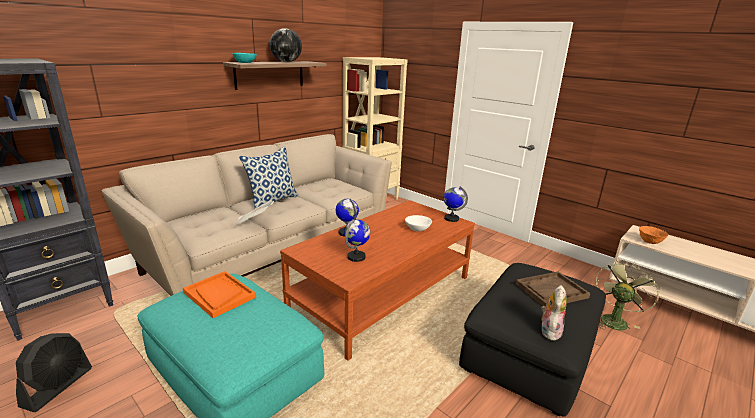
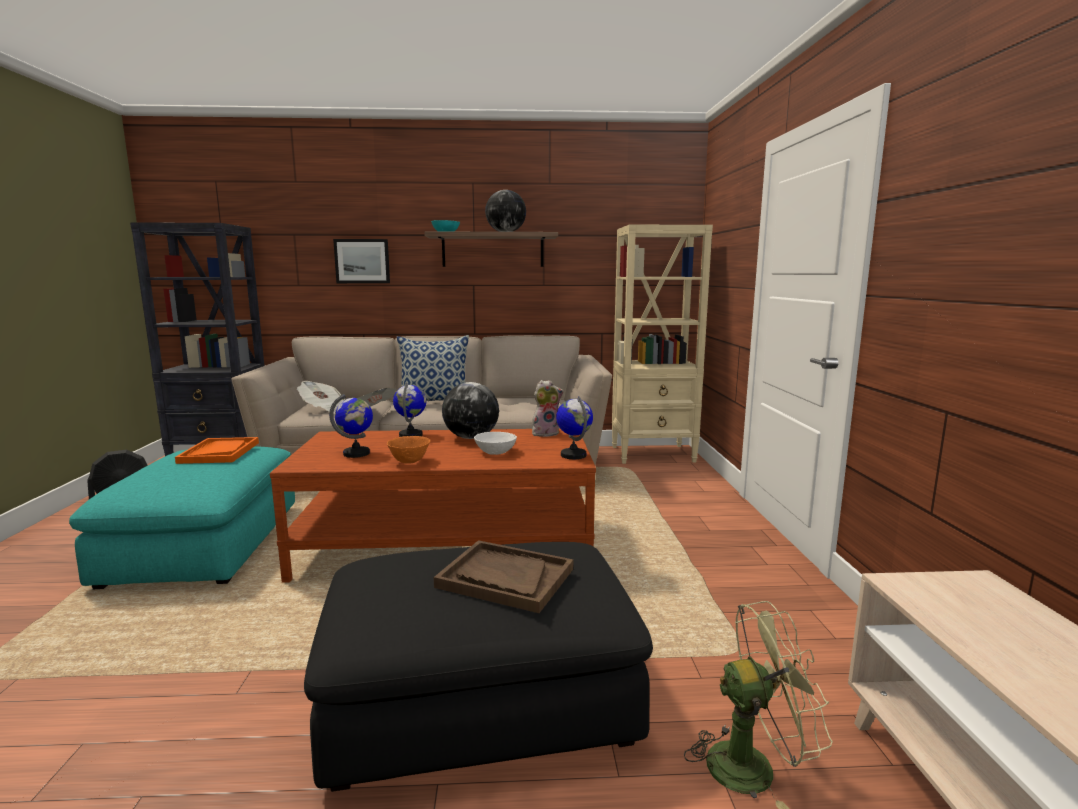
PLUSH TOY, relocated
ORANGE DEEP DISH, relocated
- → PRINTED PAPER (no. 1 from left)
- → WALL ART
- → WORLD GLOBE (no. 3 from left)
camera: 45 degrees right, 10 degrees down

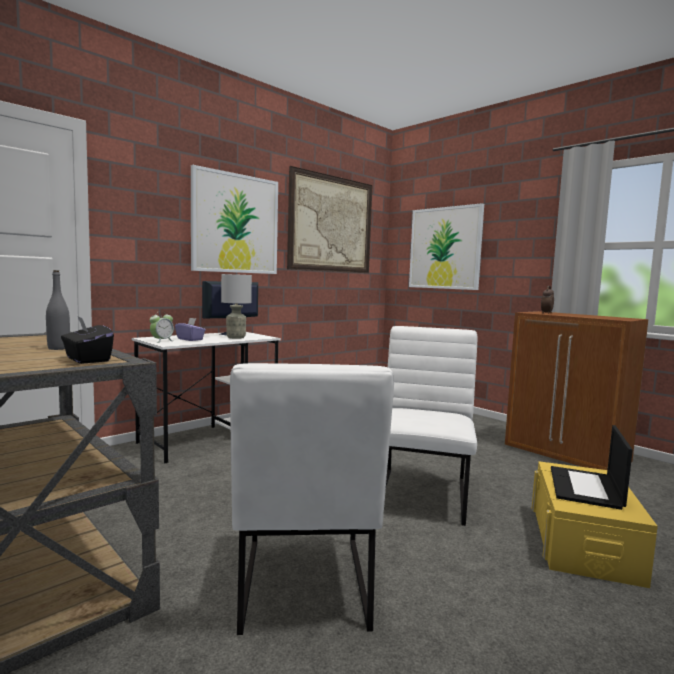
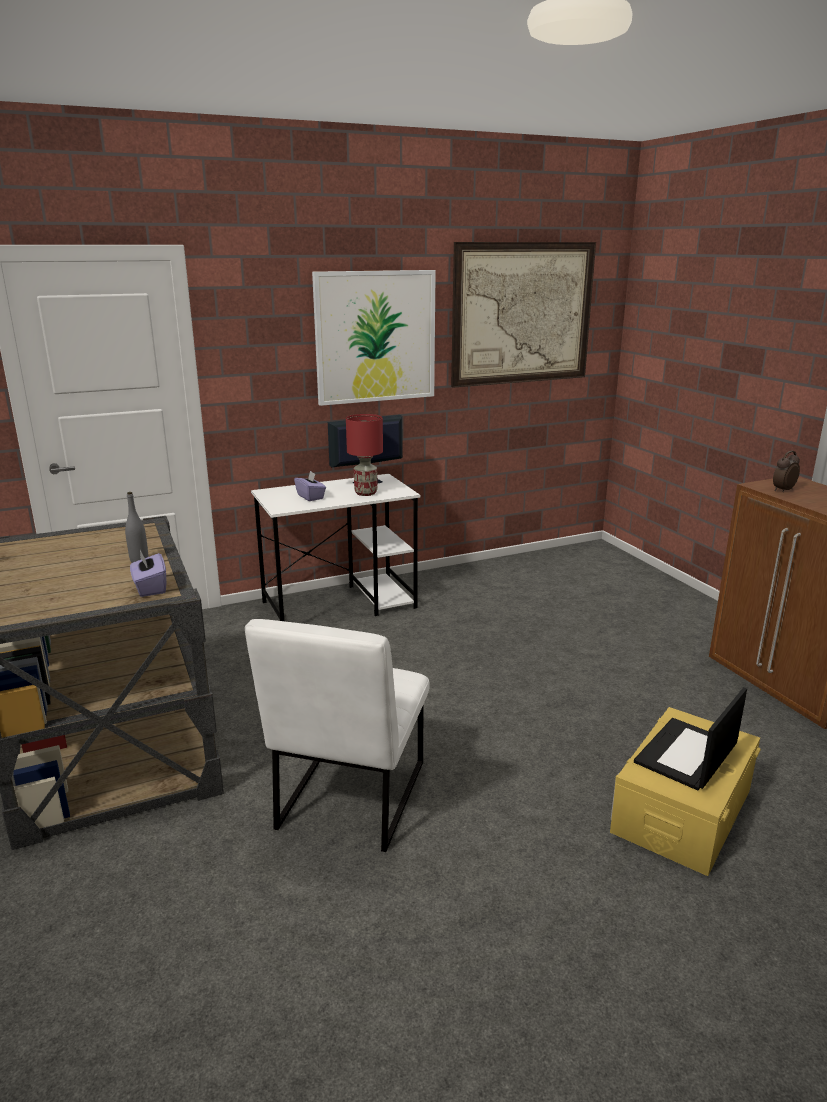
BLACK TISSUE HOLDER → PURPLE-COLOURED TISSUE HOLDER (no. 1 from left)
TABLE CLOCK (no. 1 from left) → -
GREY TABLE LAMP → RED TABLE LAMP
WHITE-COLOURED UPRIGHT CHAIR (no. 2 from left) → -
WALL ART (no. 3 from left) → -
camera: 20 degrees right, 15 degrees up

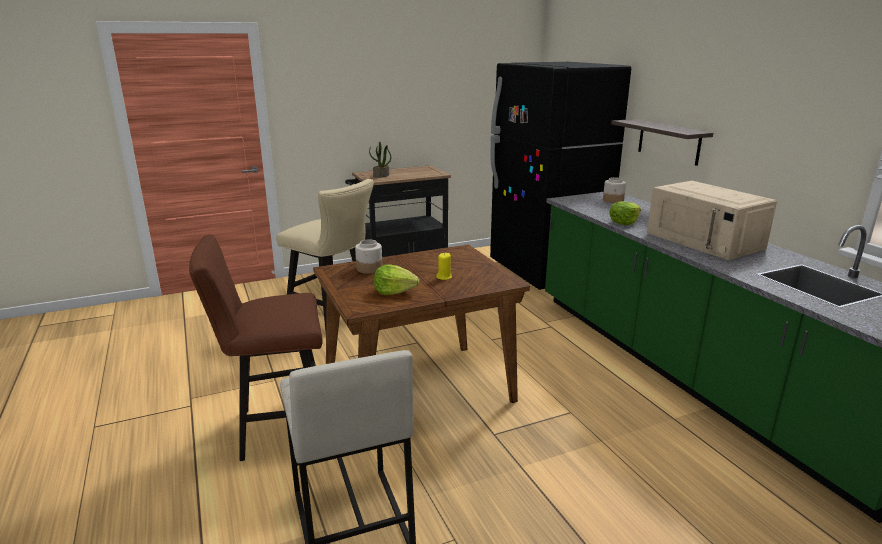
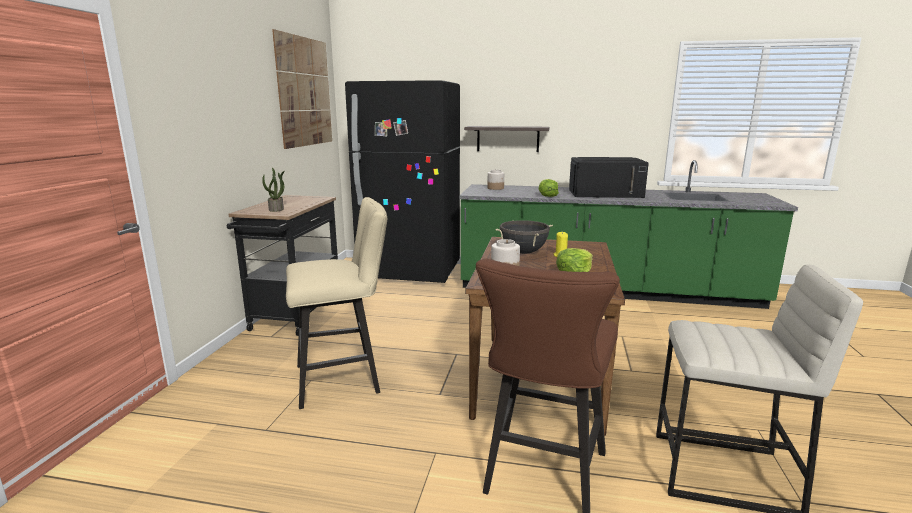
BEIGE MICROWAVE → BLACK MICROWAVE
- → WALL ART
- → BLACK SAUCEPOT
camera: 55 degrees left, 5 degrees down

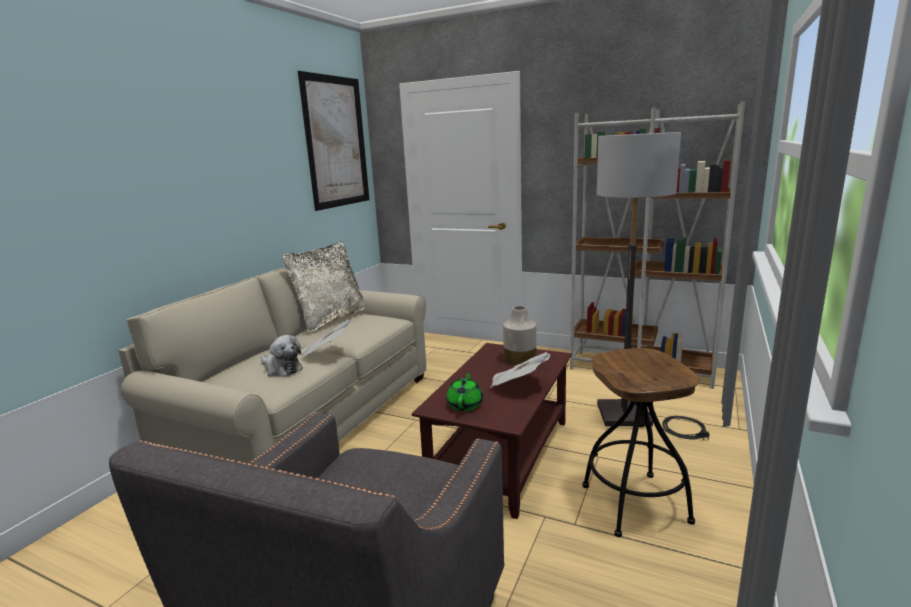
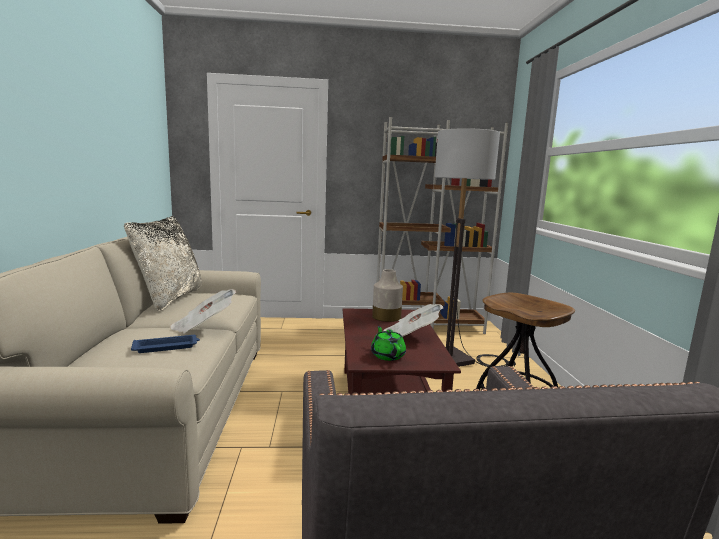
PLUSH TOY → BLUE TRAY
WALL ART → -
camera: 30 degrees left, 5 degrees down

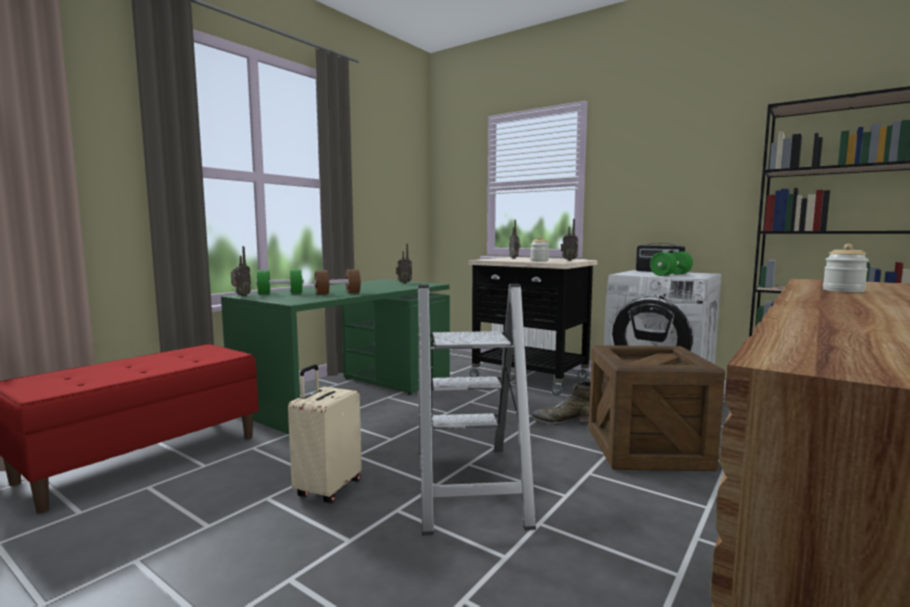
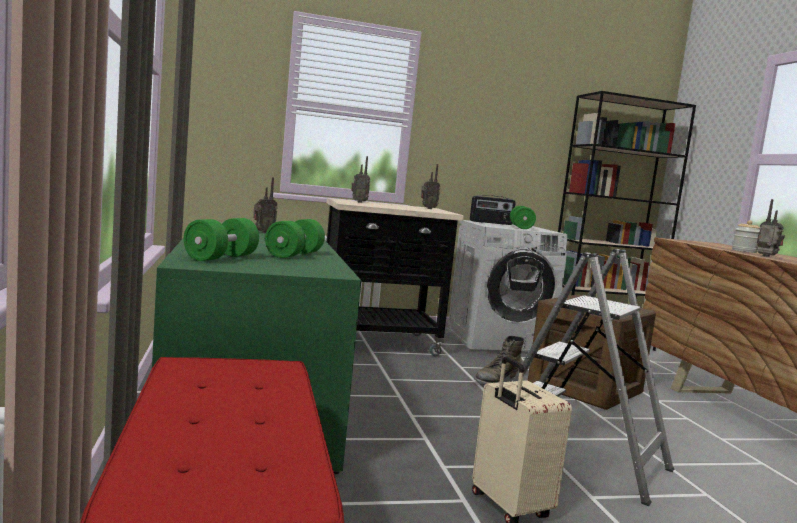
RADIO RECEIVER (no. 1 from left in the first image) → RADIO RECEIVER (no. 5 from left), relocated
BROWN HAND WEIGHT → GREEN-COLOURED HAND WEIGHT (no. 2 from left)
JAR (no. 1 from left) → -
camera: 50 degrees left, 0 degrees up

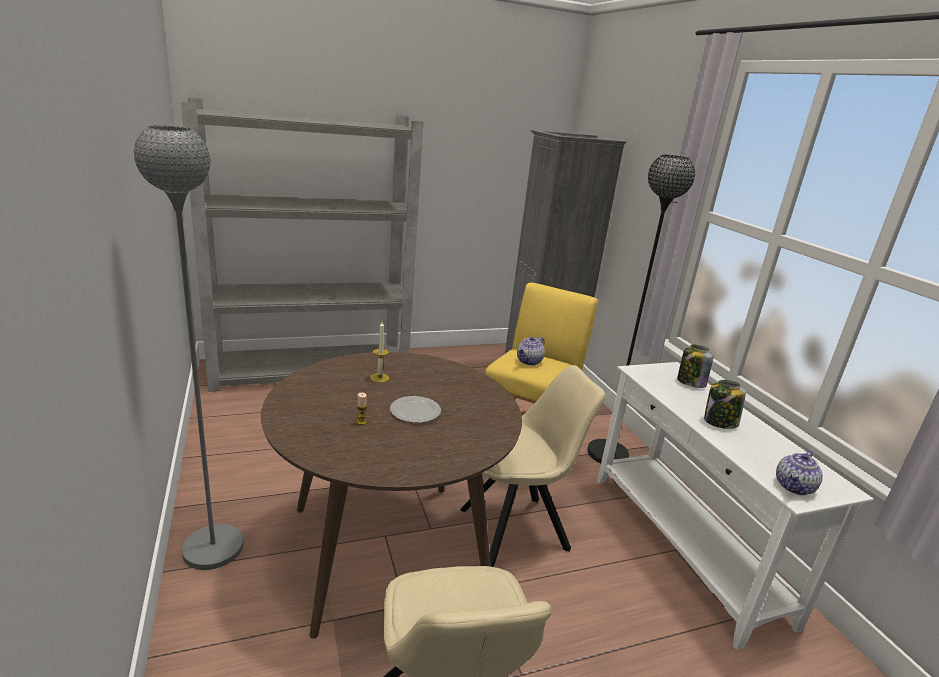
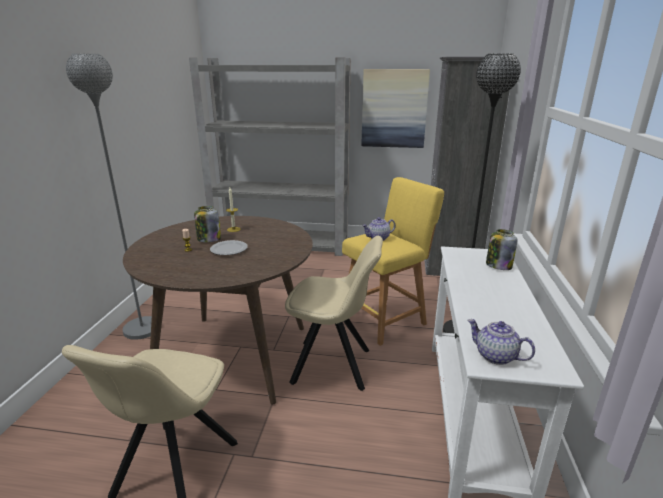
JAR (no. 2 from left in the first image) → JAR (no. 1 from left), relocated
POT FOR TEA (no. 2 from left), 60 degrees clockwise
- → WALL ART
camera: 30 degrees right, 0 degrees up

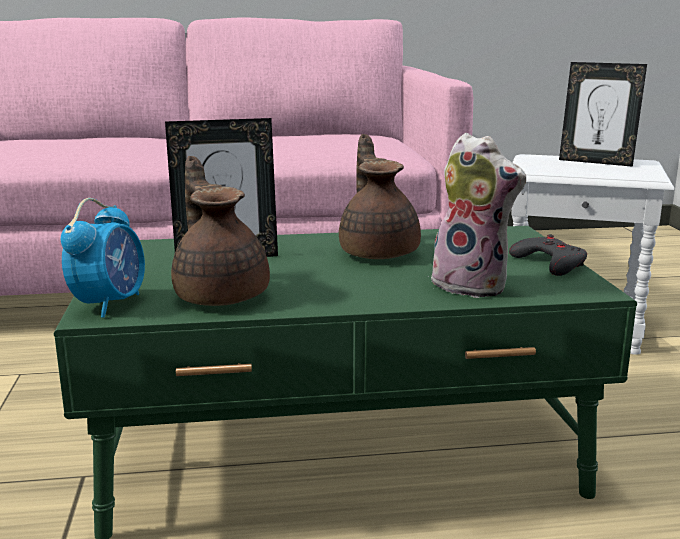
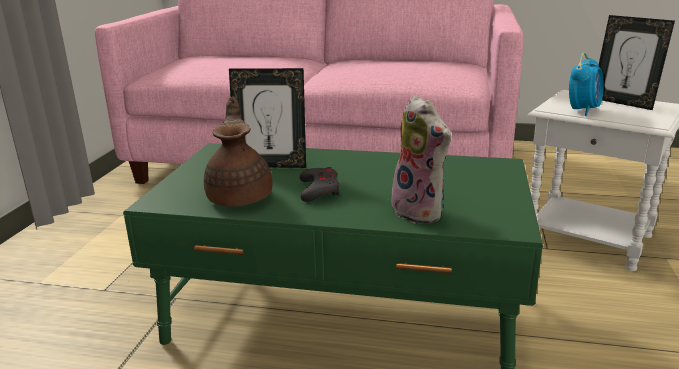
TABLE CLOCK, relocated
BROWN POT FOR TEA (no. 2 from left) → -
GREY GAMEPAD, relocated
camera: 20 degrees right, 5 degrees up

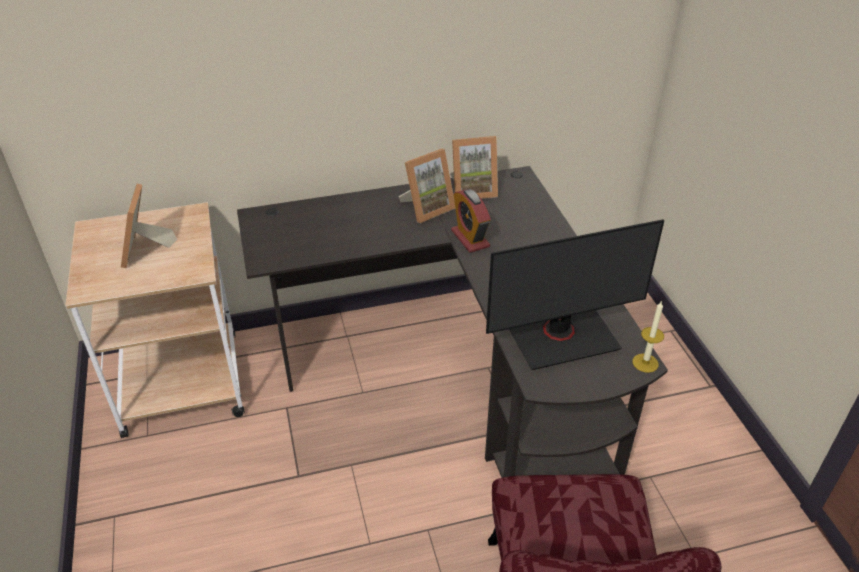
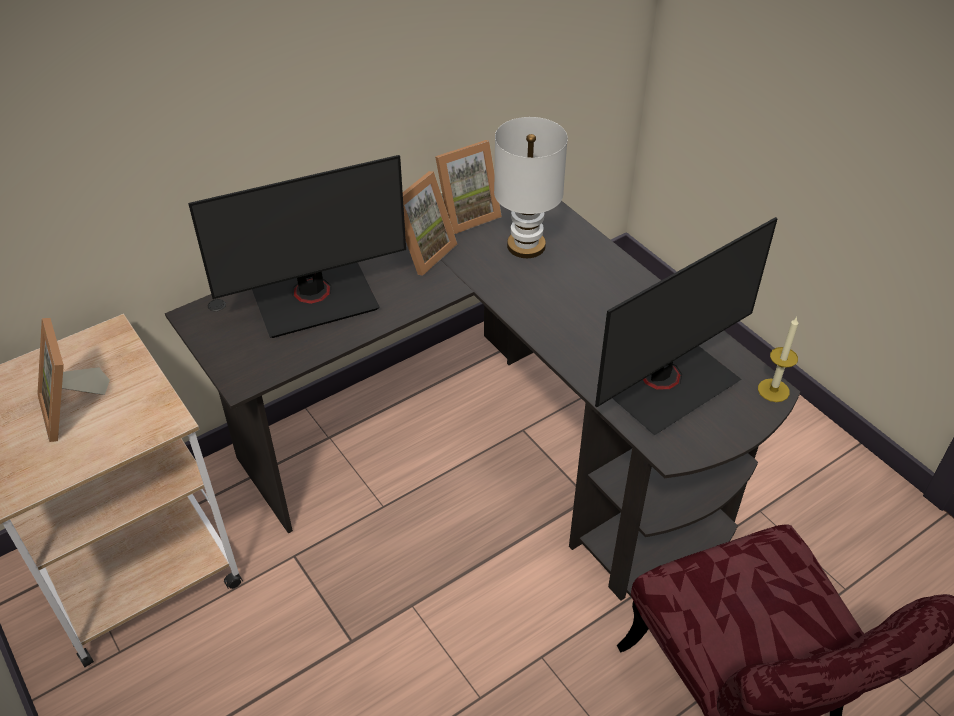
TABLE CLOCK → -
- → MONITOR (no. 1 from left)
- → WHITE-COLOURED TABLE LAMP
camera: 20 degrees left, 5 degrees up

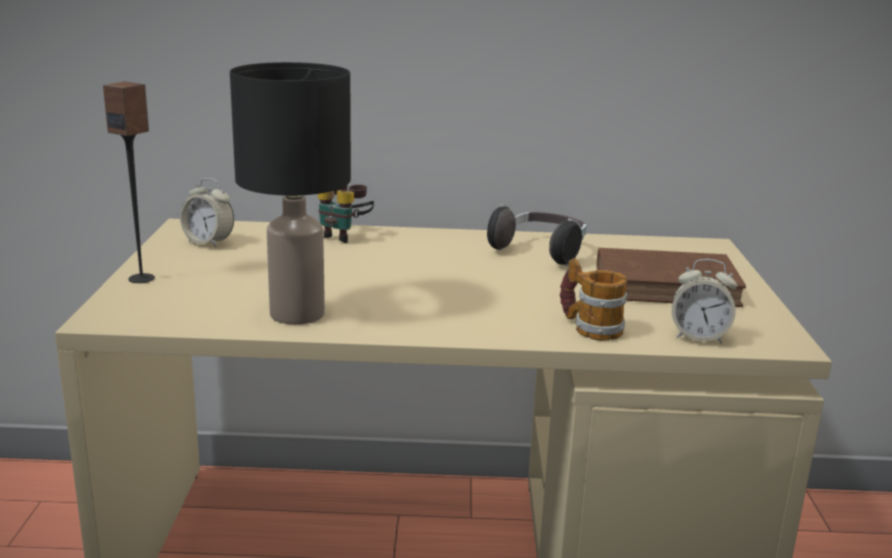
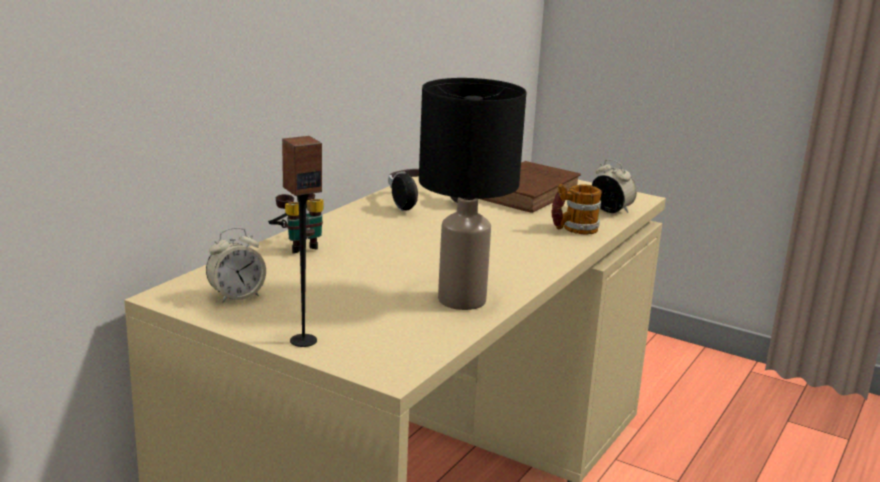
TABLE CLOCK (no. 2 from left), 90 degrees counterclockwise
camera: 60 degrees left, 0 degrees up

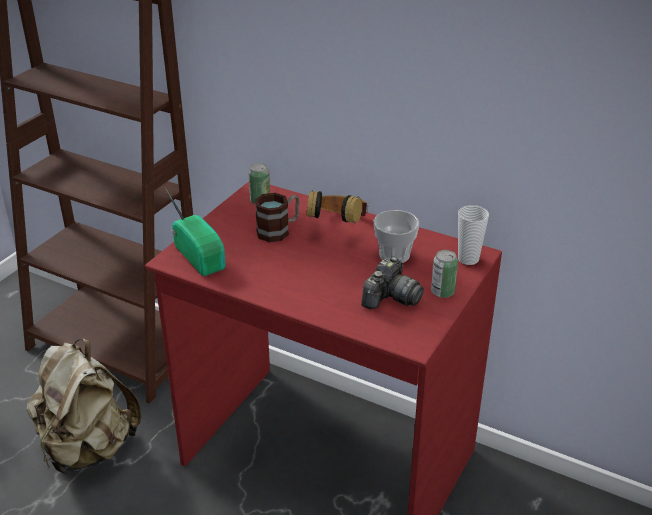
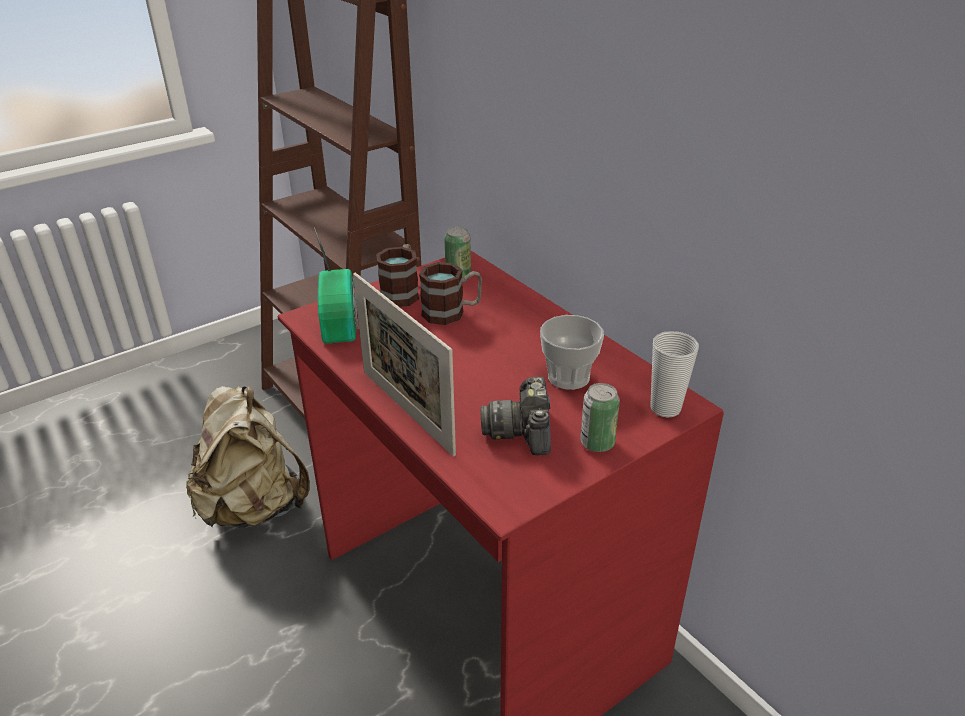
HEADSET → -
STILL CAMERA, 120 degrees clockwise
- → PHOTO FRAME
- → COFFEE MUG (no. 1 from left)
camera: 25 degrees right, 0 degrees up

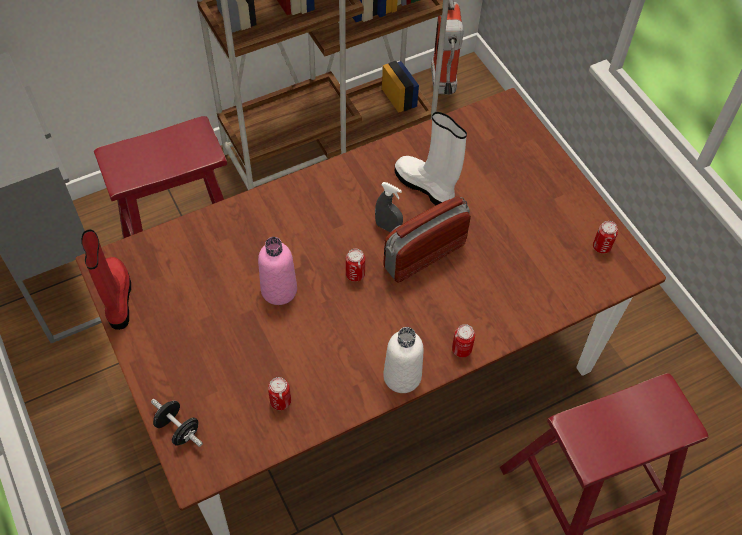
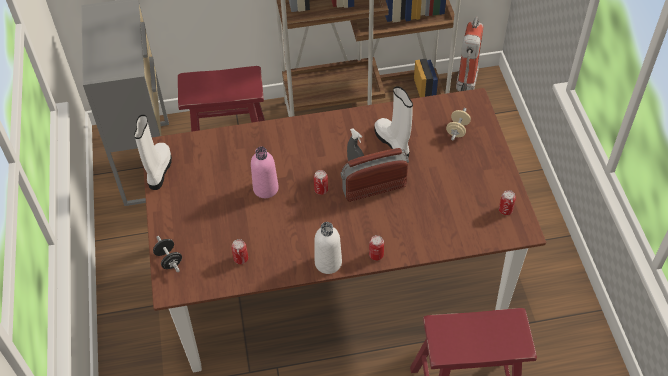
RED HIGH-TOP BOOT → WHITE-COLOURED HIGH-TOP BOOT (no. 1 from left)
- → BEIGE HAND WEIGHT
camera: 20 degrees right, 5 degrees down

